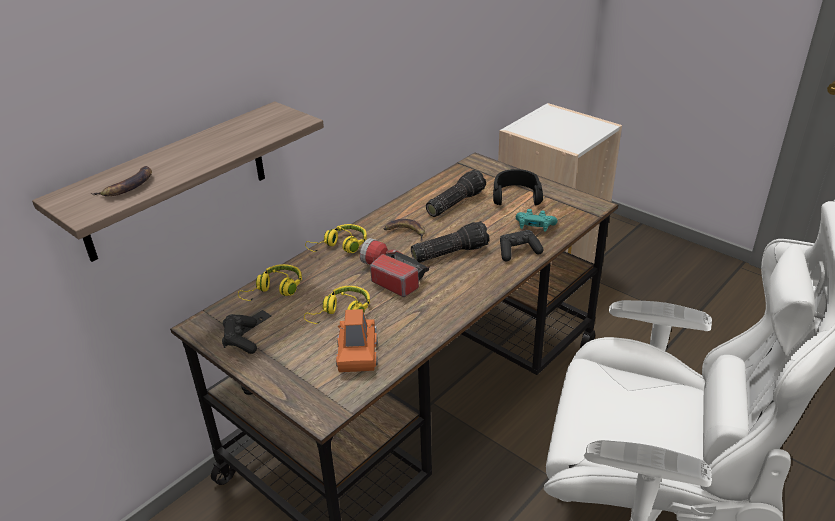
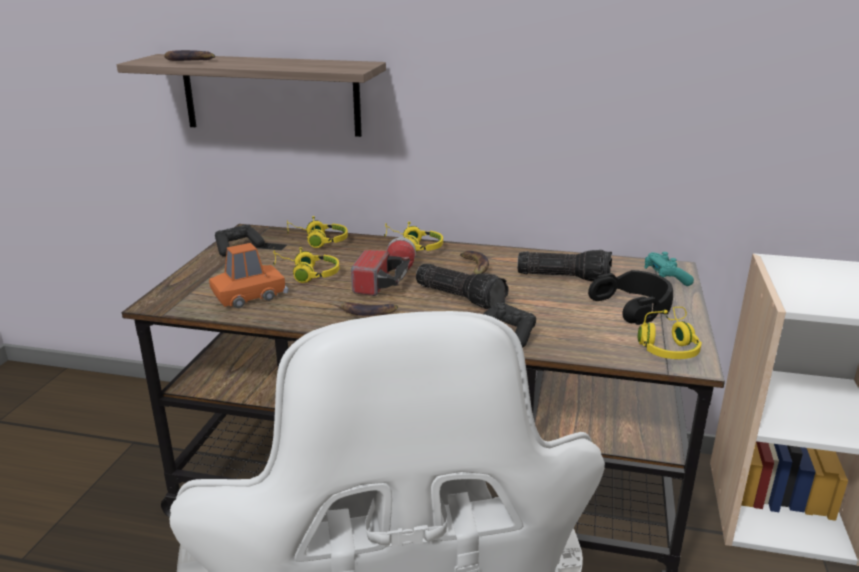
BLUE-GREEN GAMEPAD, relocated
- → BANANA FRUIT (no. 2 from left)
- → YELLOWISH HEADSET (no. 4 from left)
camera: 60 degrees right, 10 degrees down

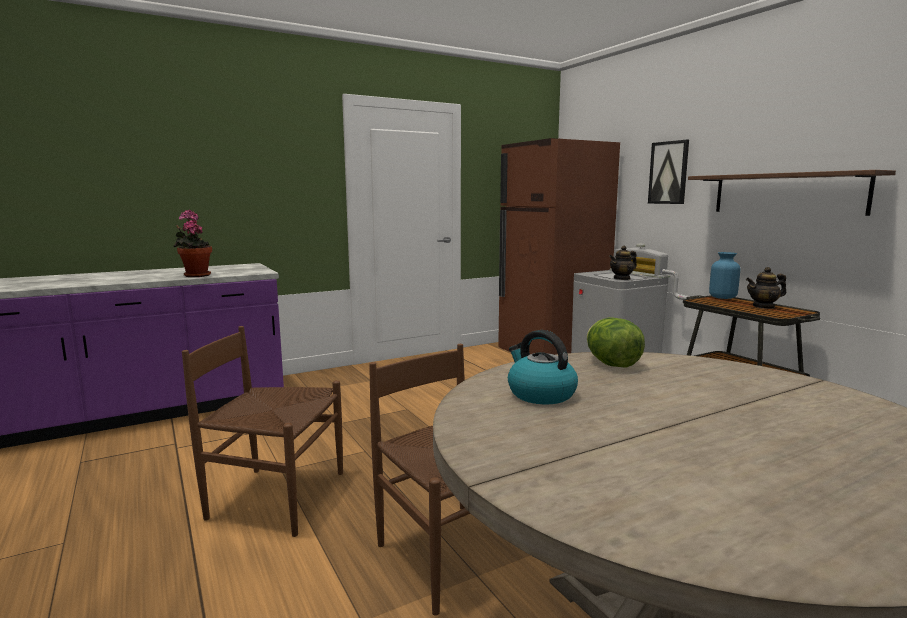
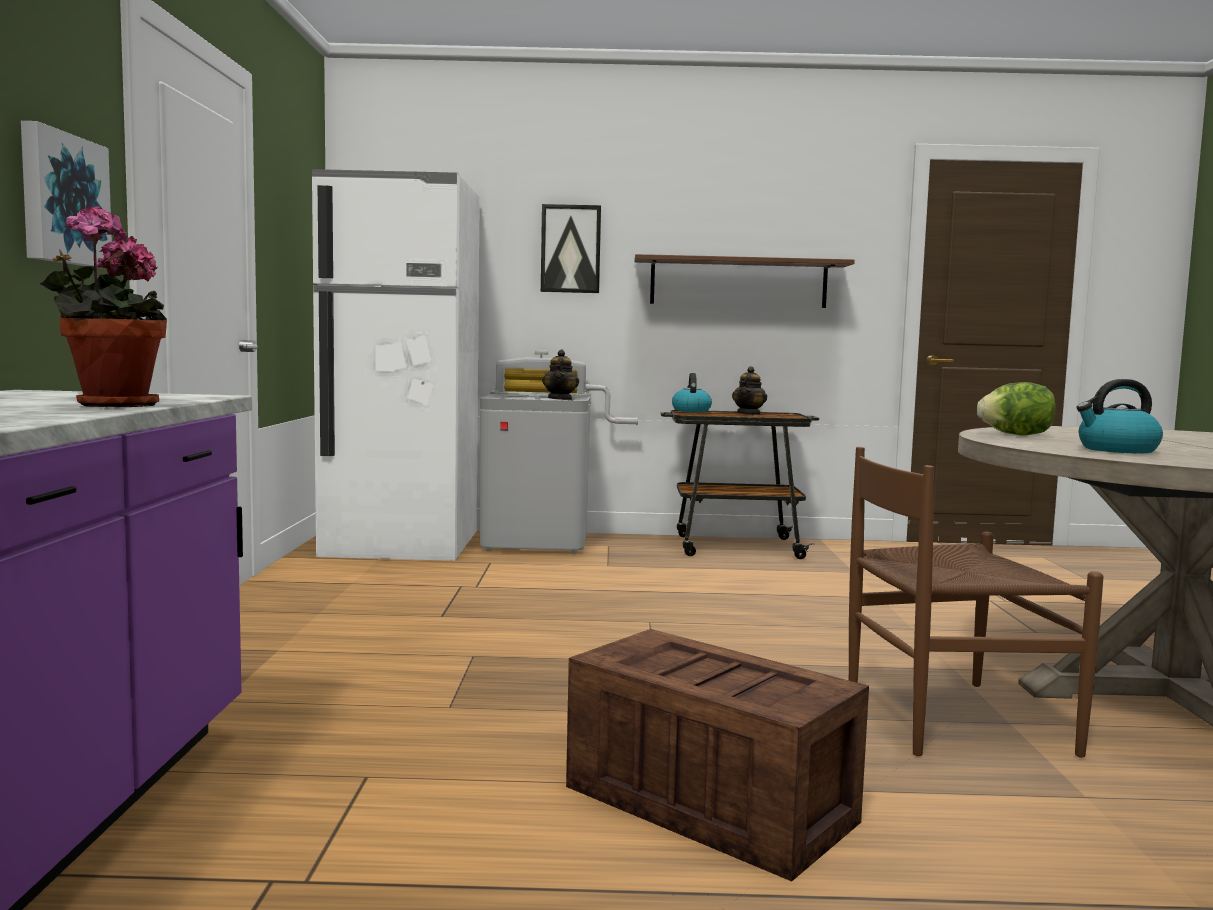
BROWN UPRIGHT CHAIR (no. 1 from left) → SHIPPING CRATE
BROWN REFRIGERATOR → WHITE-COLOURED REFRIGERATOR
BLUE DECORATIVE VASE → WATER KETTLE (no. 1 from left)
- → WALL ART (no. 1 from left)
camera: 60 degrees left, 5 degrees down

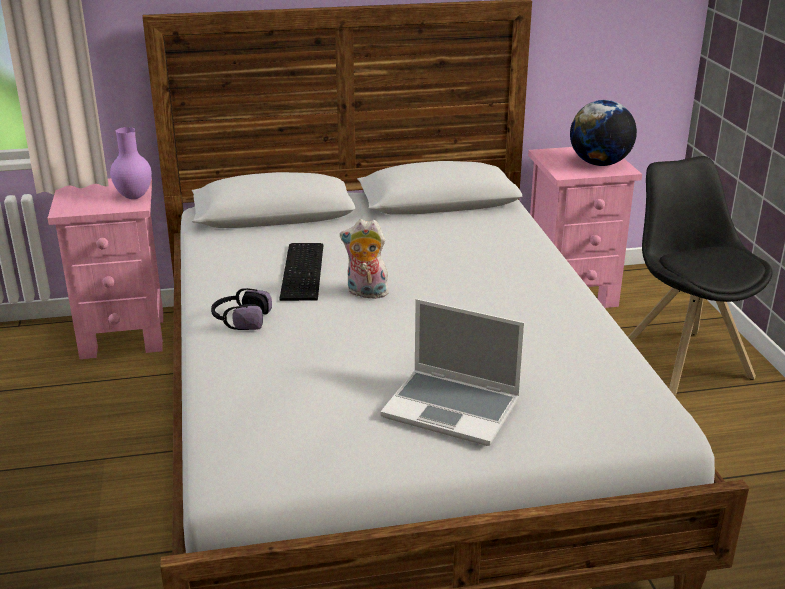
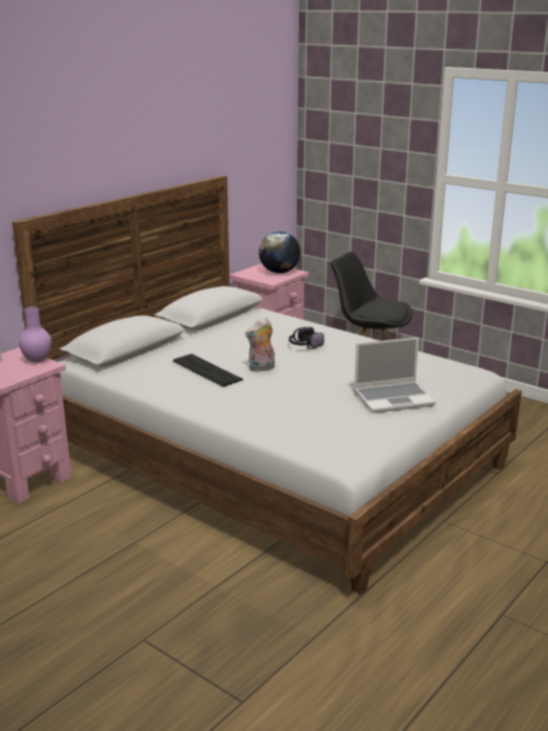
HEADSET, relocated
camera: 40 degrees left, 5 degrees down

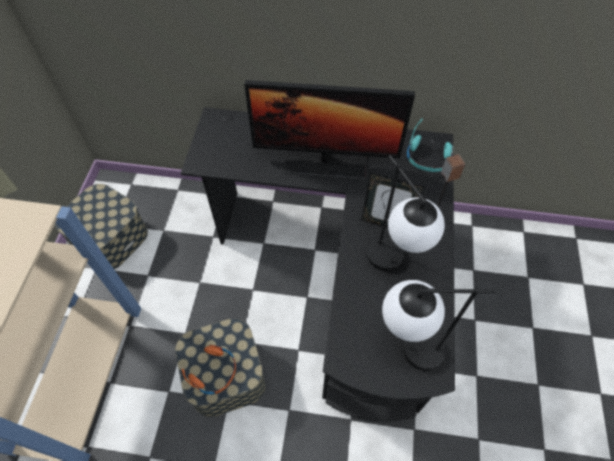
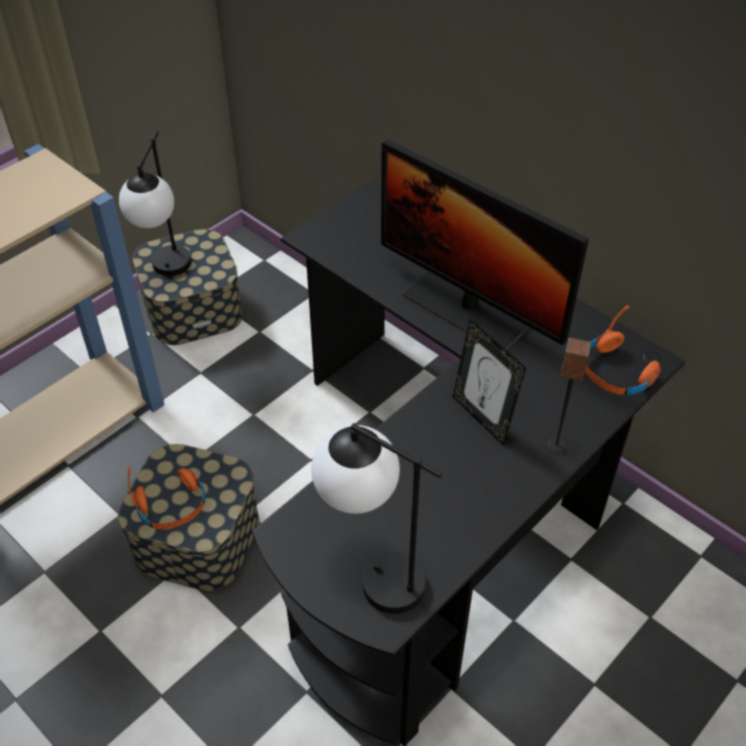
TABLE LAMP (no. 1 from left), relocated
BLUE-GREEN HEADSET → ORANGE HEADSET (no. 2 from left)
camera: 35 degrees right, 10 degrees down

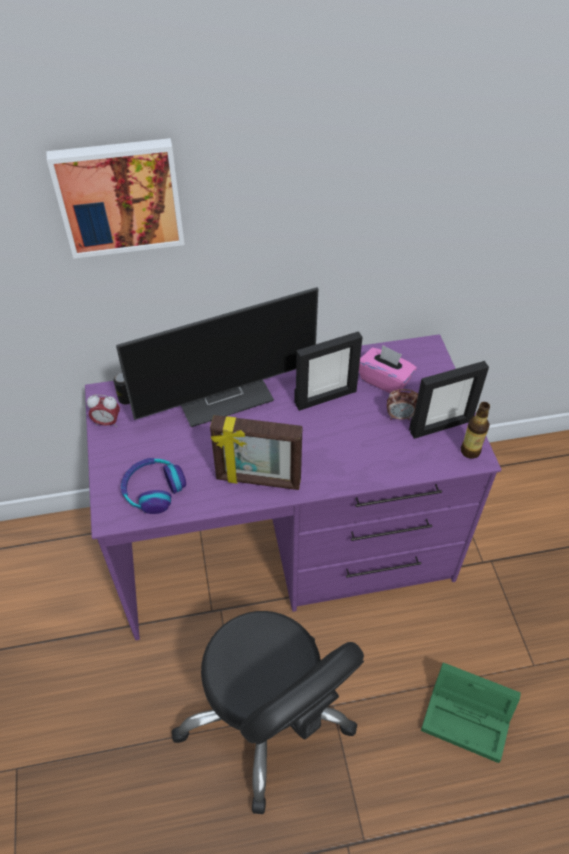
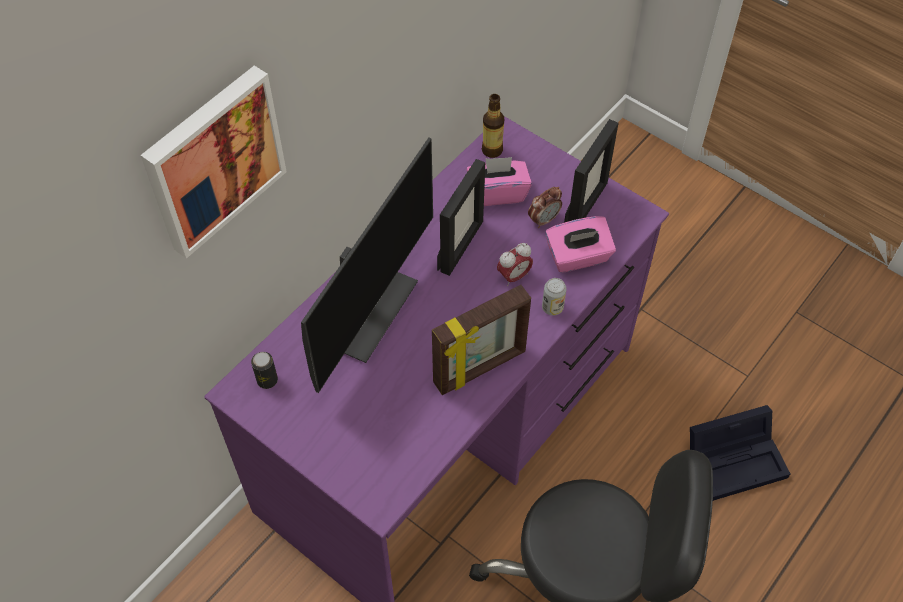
TABLE CLOCK (no. 1 from left), relocated
HEADSET → -
GREEN-COLOURED STORAGE BIN → BLACK STORAGE BIN
BEVERAGE BOTTLE, relocated
- → METAL CAN (no. 2 from left)
- → PINK TISSUE HOLDER (no. 2 from left)
camera: 40 degrees left, 5 degrees up

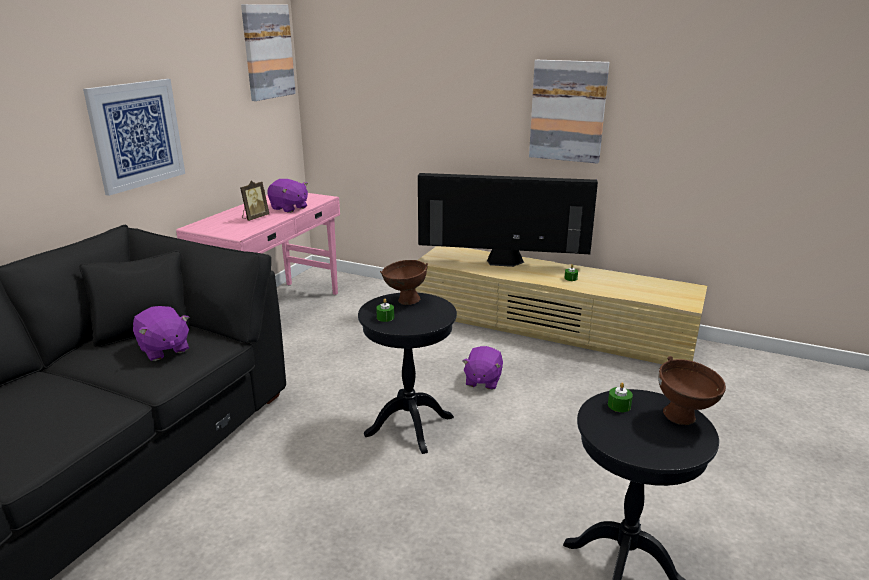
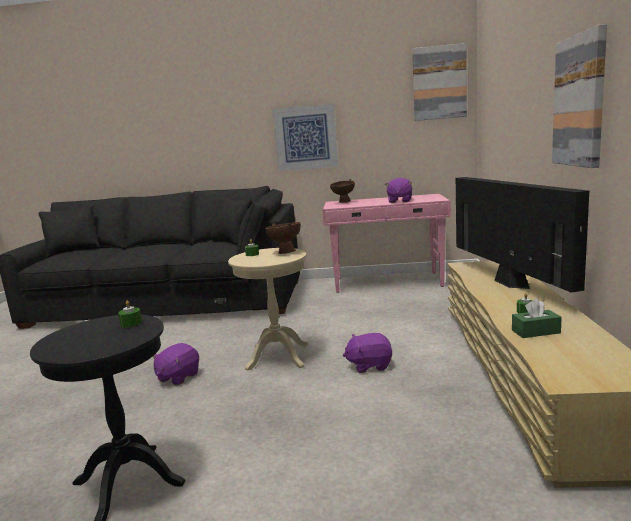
PURPLE-COLOURED PLUSH TOY (no. 1 from left), relocated
PHOTO FRAME → -
BLACK ACCENT TABLE (no. 1 from left) → BEIGE ACCENT TABLE
BROWN DEEP DISH (no. 2 from left), relocated
- → GREEN-COLOURED TISSUE HOLDER
camera: 70 degrees right, 10 degrees down

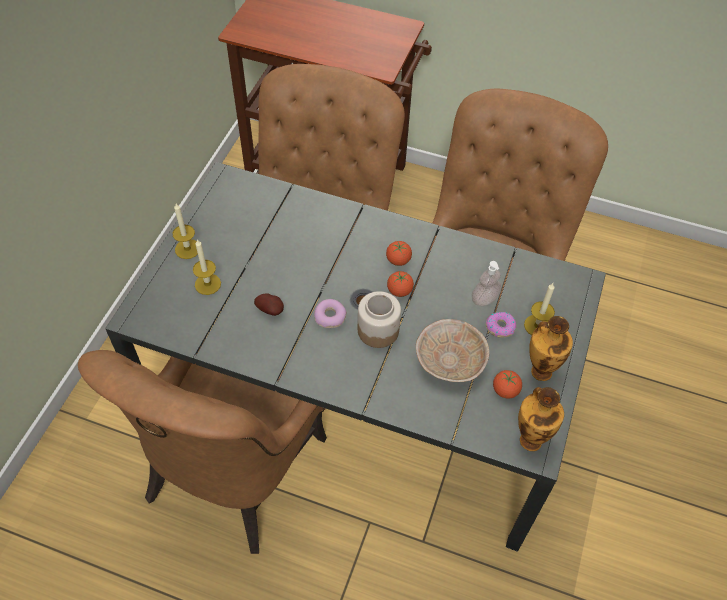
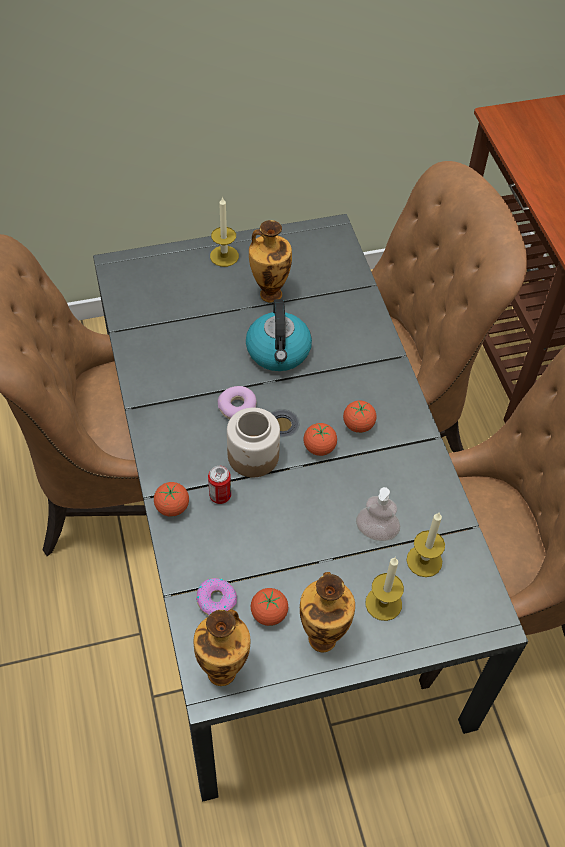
WAX LIGHT (no. 2 from left in the first image) → WAX LIGHT (no. 3 from left), relocated
WHOLE POTATO → -
BEIGE DEEP DISH → -
DOUGHNUT (no. 2 from left in the first image) → DOUGHNUT (no. 1 from left), relocated
- → FRESH TOMATO (no. 1 from left)
- → METAL CAN
- → WATER KETTLE
- → DECORATIVE VASE (no. 2 from left)
camera: 55 degrees right, 0 degrees up

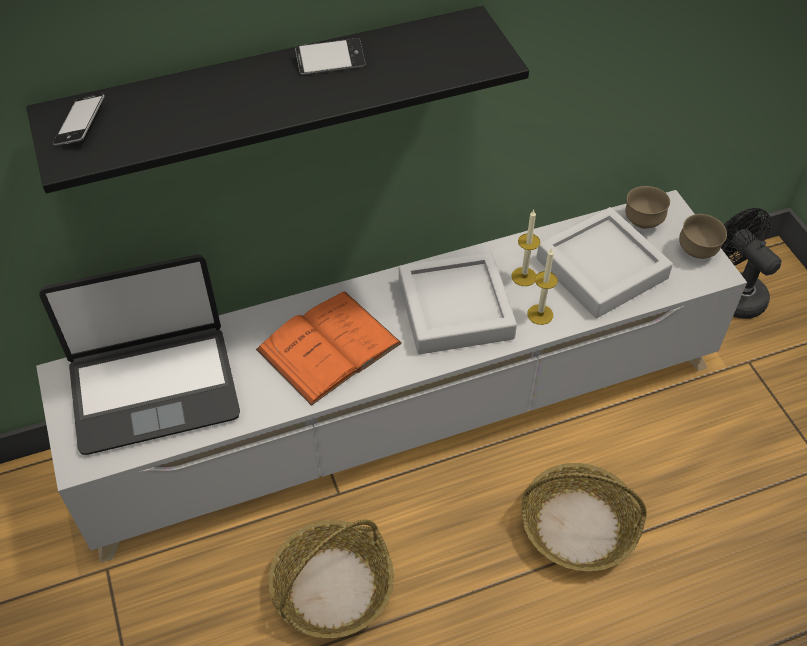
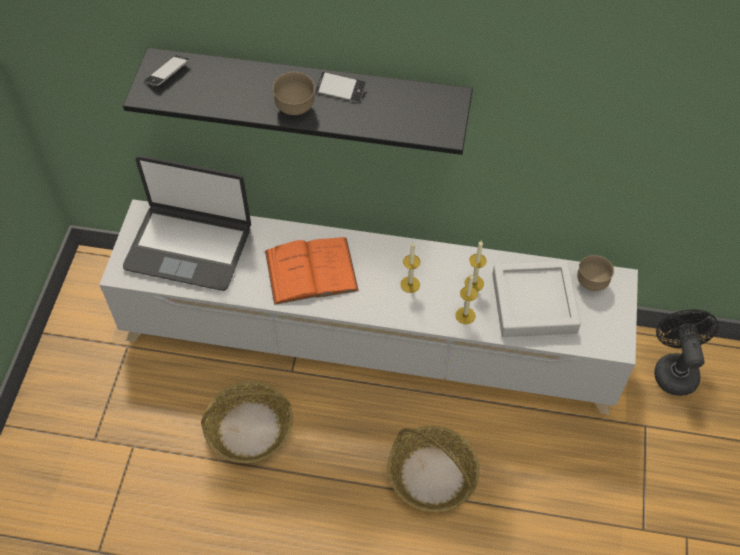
GREY TRAY (no. 1 from left) → WAX LIGHT (no. 1 from left)
BROWN DEEP DISH (no. 2 from left in the first image) → BROWN DEEP DISH (no. 1 from left), relocated
camera: 30 degrees right, 5 degrees up

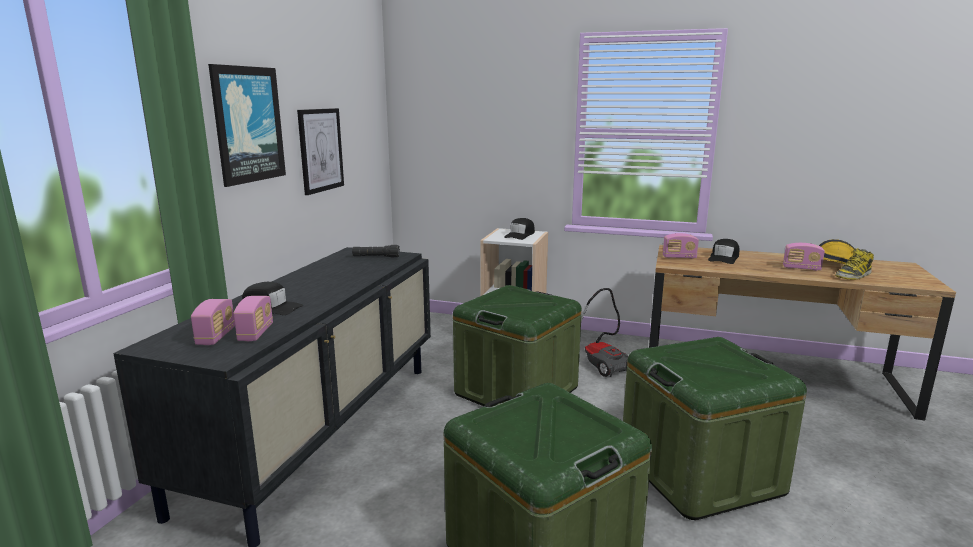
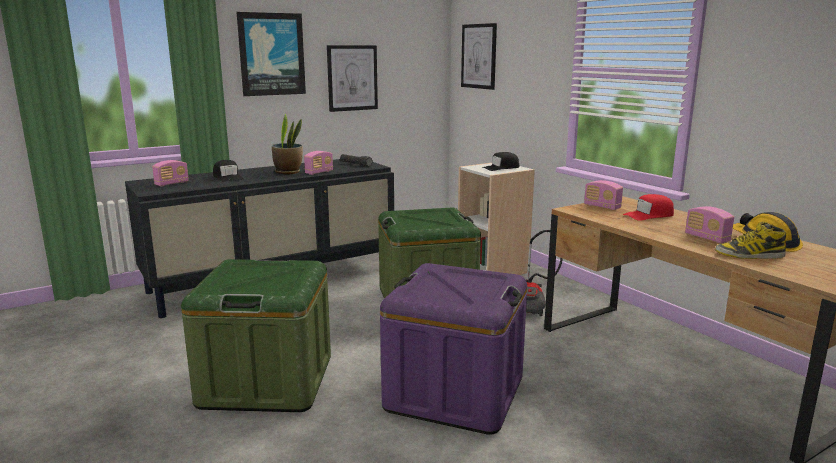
RADIO RECEIVER (no. 2 from left), relocated
GREEN-COLOURED STORAGE BIN (no. 3 from left) → PURPLE-COLOURED STORAGE BIN
BLACK BASEBALL CAP (no. 3 from left) → RED BASEBALL CAP
- → PLANT IN A POT
- → WALL ART (no. 3 from left)
camera: 40 degrees right, 0 degrees up

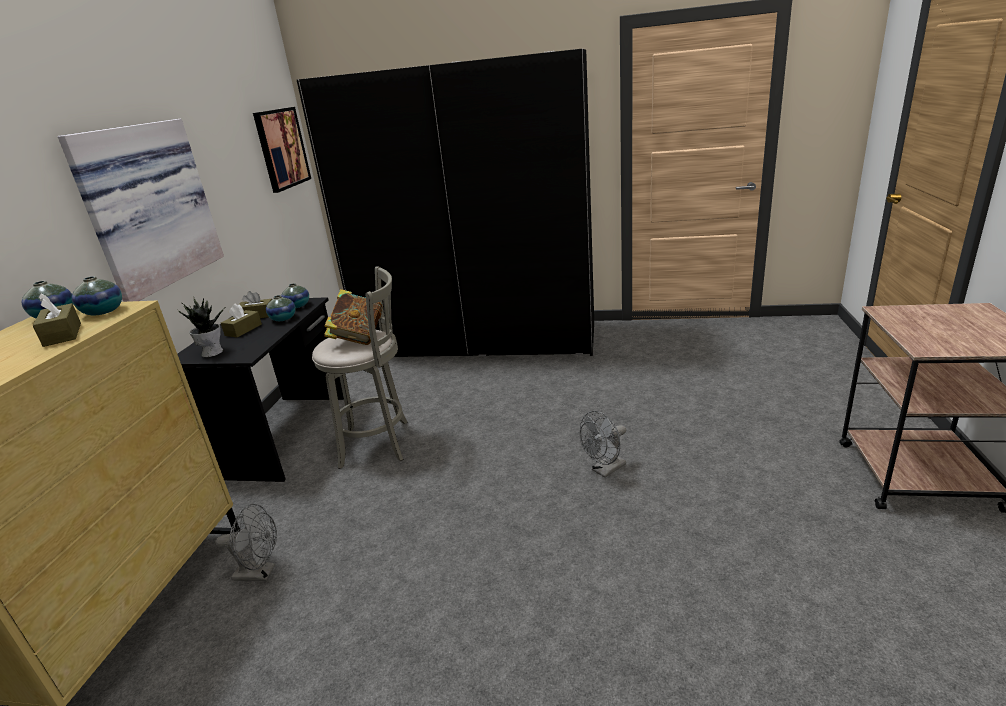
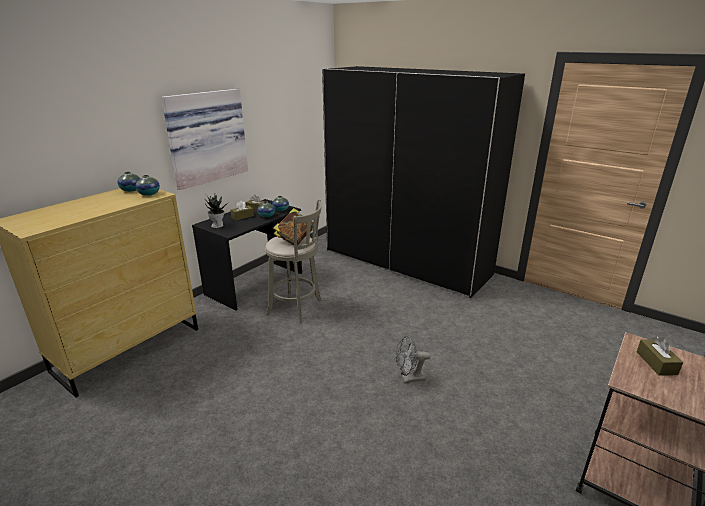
BROWN TISSUE HOLDER (no. 1 from left in the first image) → BROWN TISSUE HOLDER (no. 3 from left), relocated
GREY COOLING FAN (no. 1 from left) → -
WALL ART (no. 2 from left) → -
camera: 25 degrees right, 0 degrees up

